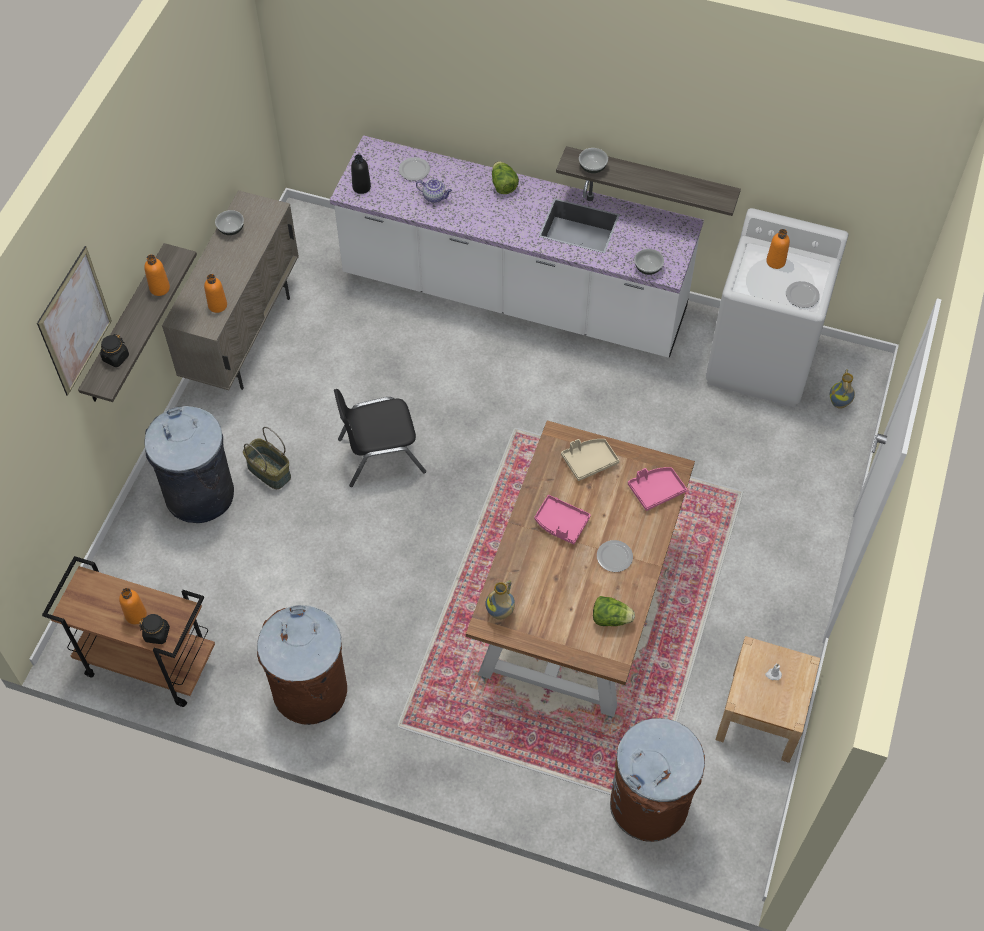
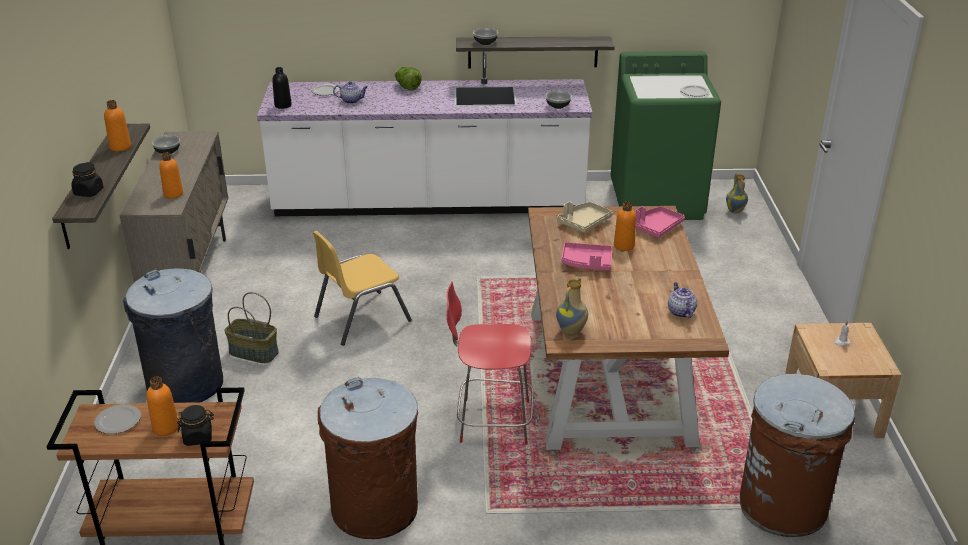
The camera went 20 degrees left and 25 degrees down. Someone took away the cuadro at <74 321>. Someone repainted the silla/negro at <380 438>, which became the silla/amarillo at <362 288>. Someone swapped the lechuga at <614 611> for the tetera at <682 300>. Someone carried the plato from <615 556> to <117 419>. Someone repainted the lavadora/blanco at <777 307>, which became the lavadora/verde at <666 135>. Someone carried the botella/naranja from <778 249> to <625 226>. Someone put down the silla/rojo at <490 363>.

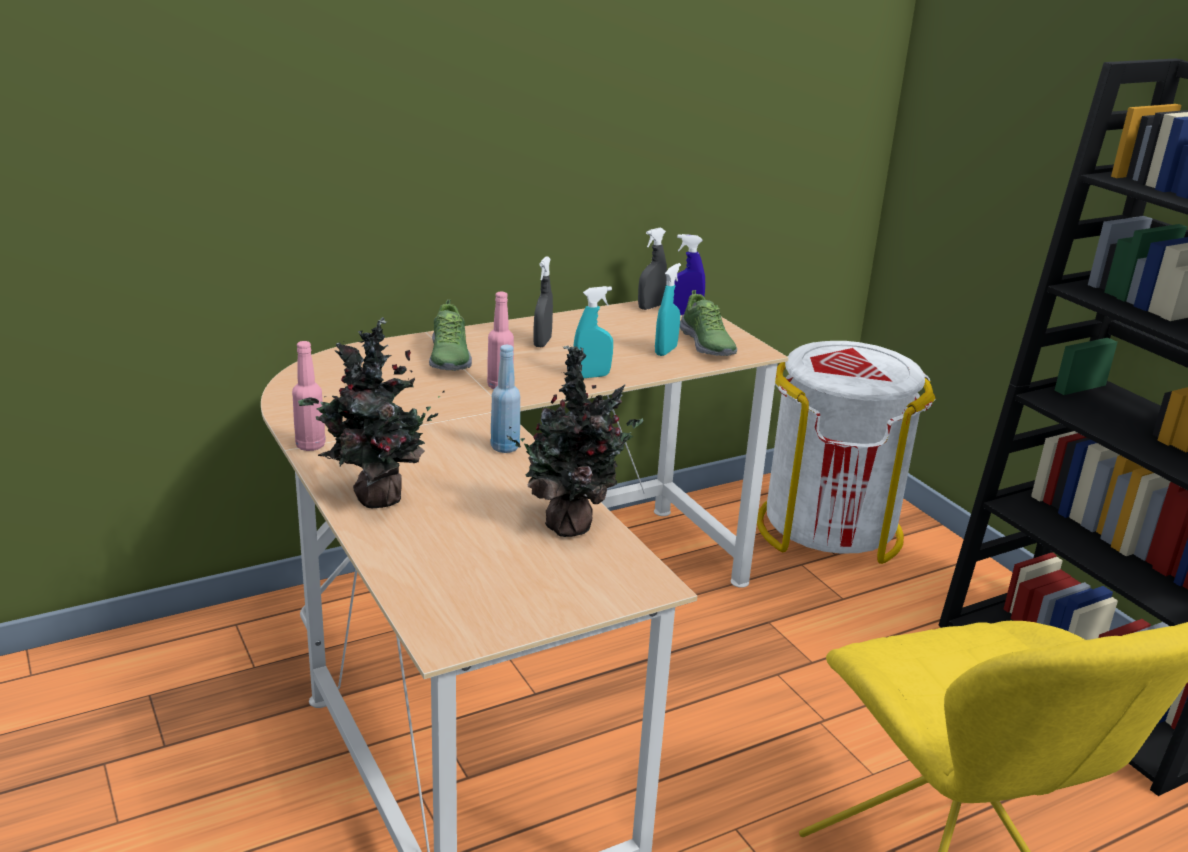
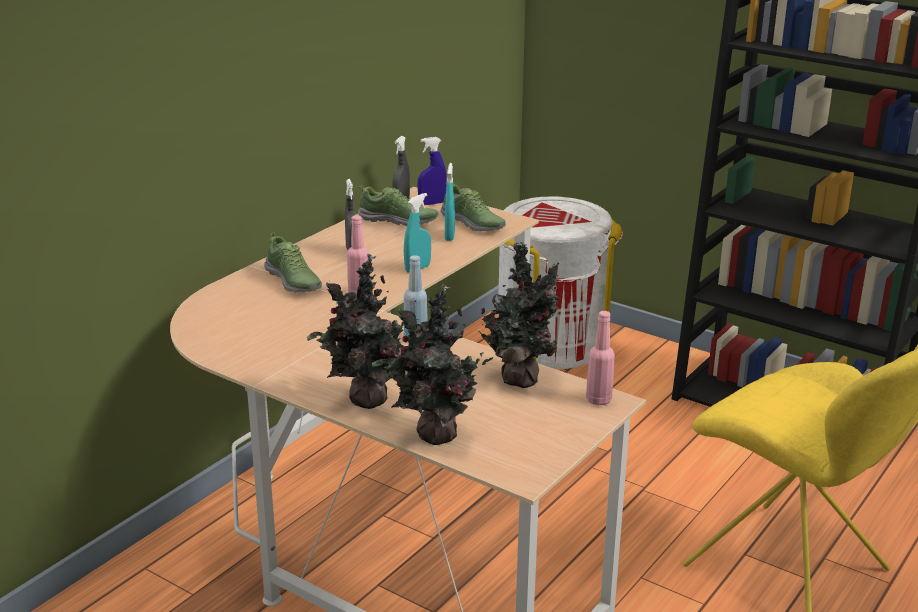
The camera went 25 degrees left and 0 degrees up. Someone carried the botella/rosa from <309 396> to <600 358>. Someone put down the zapato at <398 205>. Someone put down the planta en maceta at <433 364>.

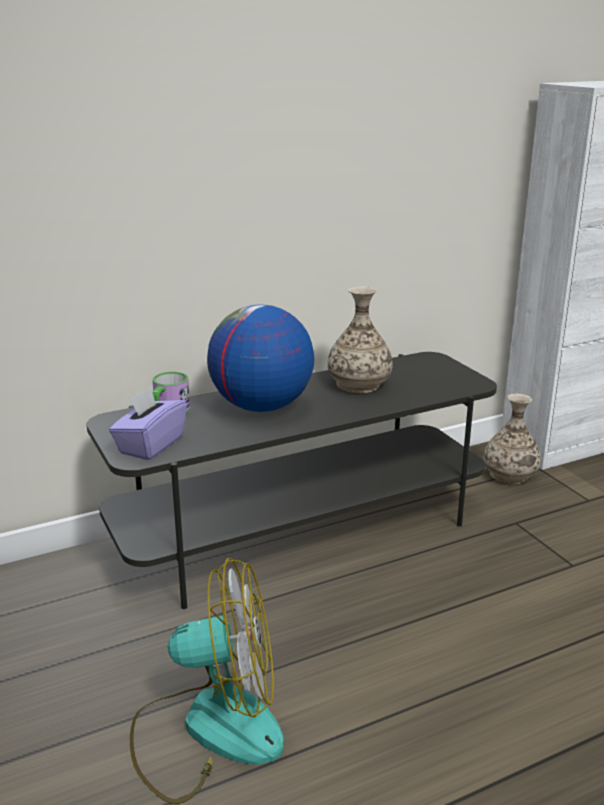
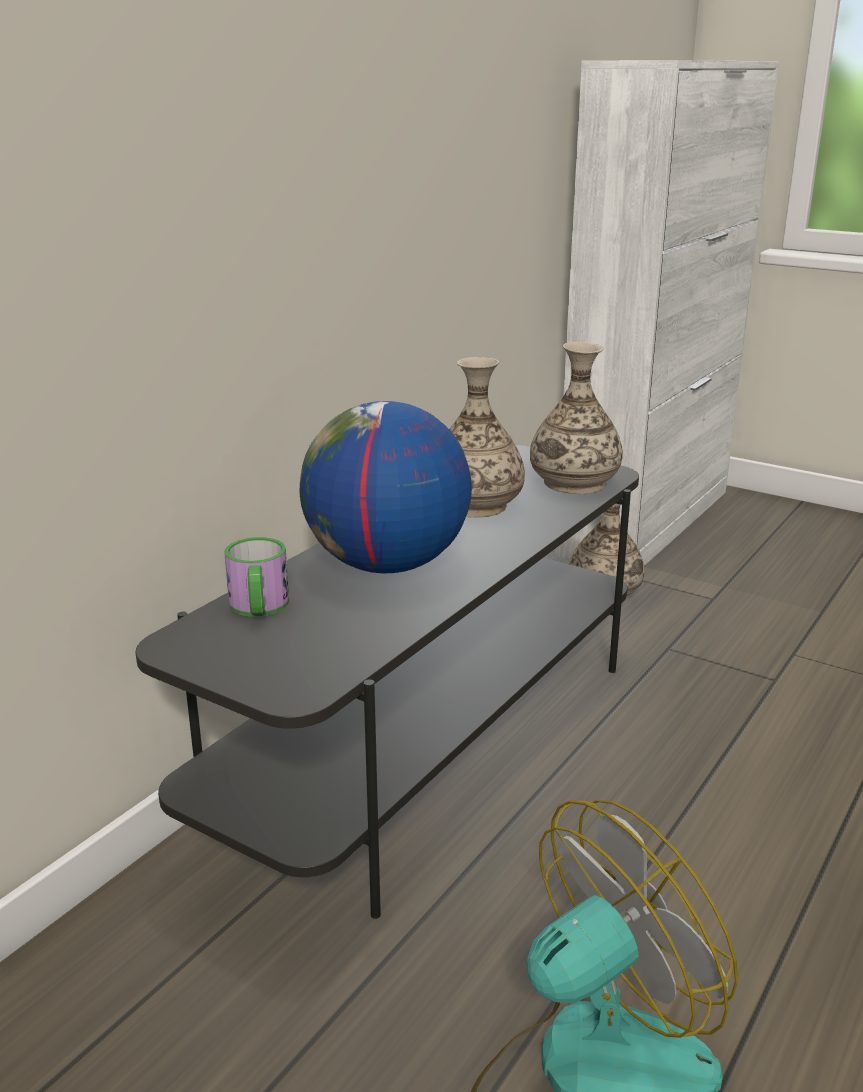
The camera went 30 degrees left and 0 degrees up. Someone took away the caja de pañuelos/morado at <148 423>. Someone put down the florero at <576 418>.

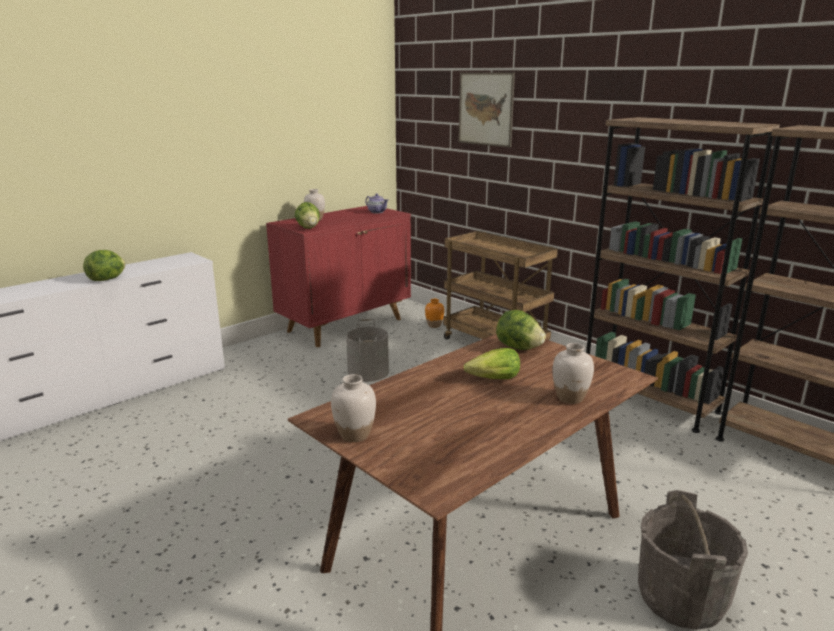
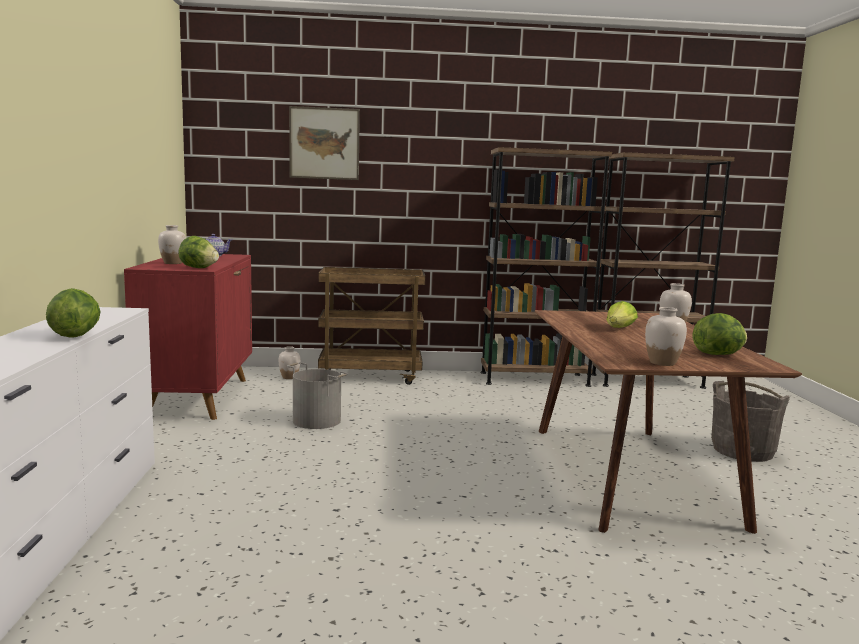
The camera went 50 degrees left and 10 degrees down. Someone repainted the florero/naranja at <434 313>, which became the florero/blanco at <289 362>. Someone carried the lechuga from <521 330> to <719 334>.

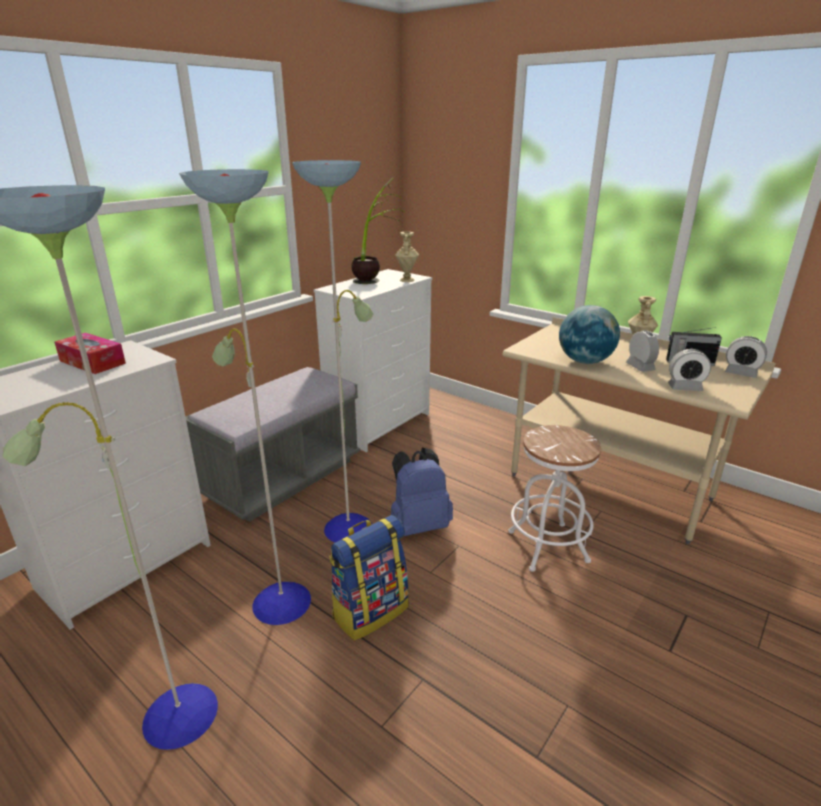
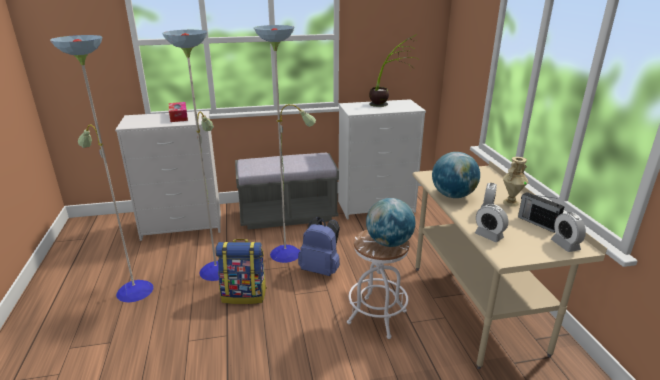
The camera went 40 degrees right and 0 degrees up. Someone took away the florero/beis at <407 257>. Someone put down the globo terráqueo at <391 222>.

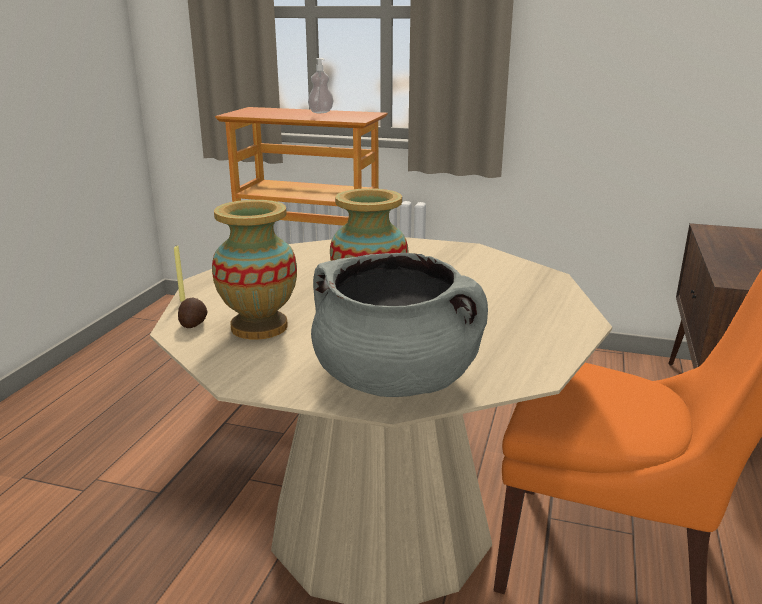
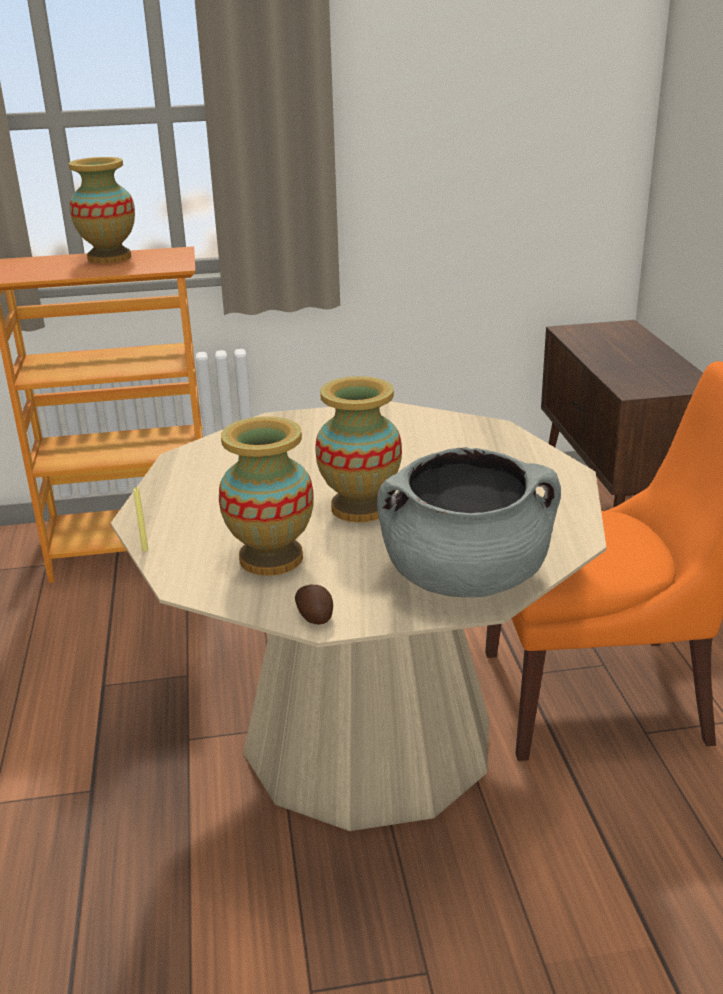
The camera went 25 degrees left and 5 degrees up. Someone carried the patata from <192 312> to <314 605>. Someone swapped the dispensador de jabón at <320 85> for the florero at <101 210>.

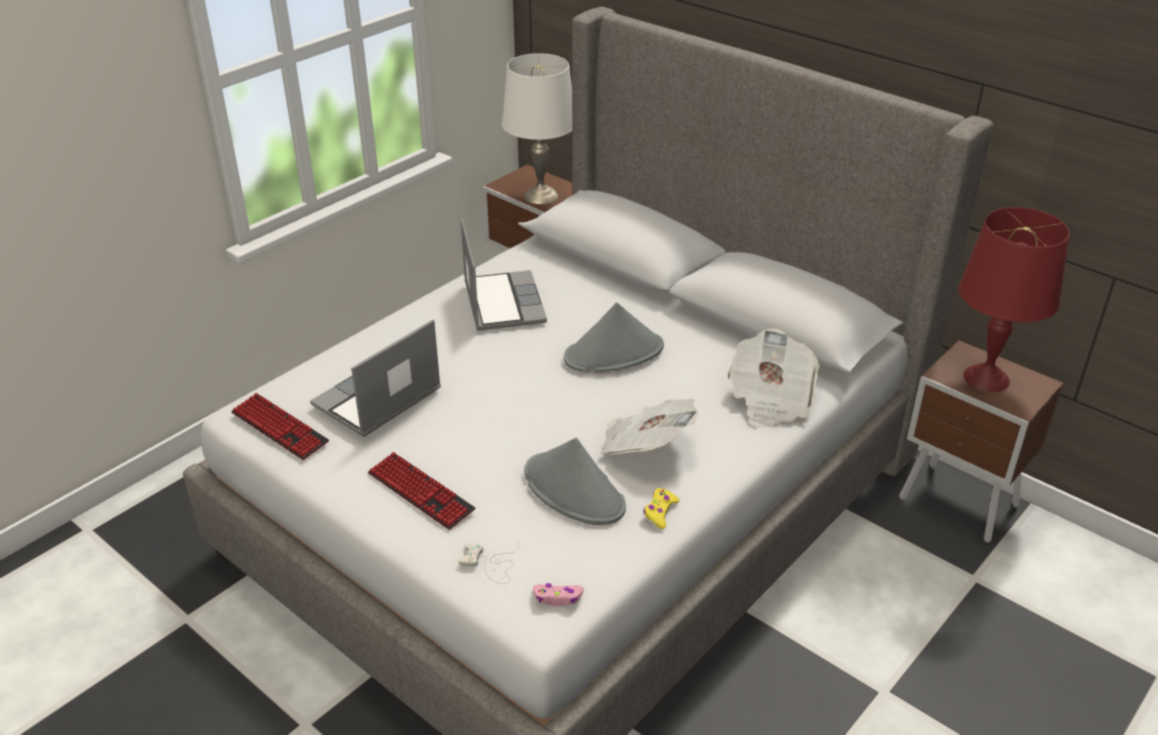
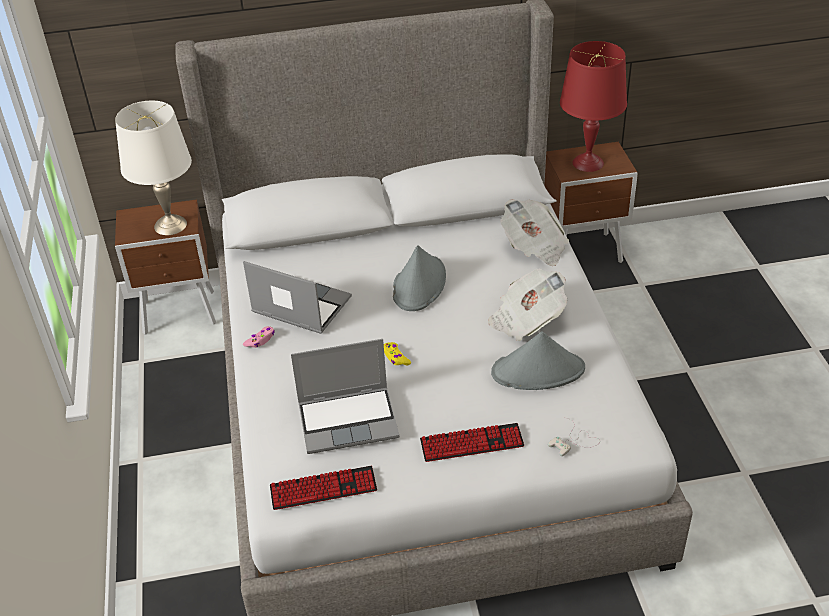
The camera went 50 degrees left and 5 degrees up. Someone rotated the portátil at <375 378> by 90 degrees counterclockwise. Someone carried the mando de consola/rosa from <558 594> to <259 337>. Someone carried the mando de consola/amarillo from <661 508> to <397 353>.

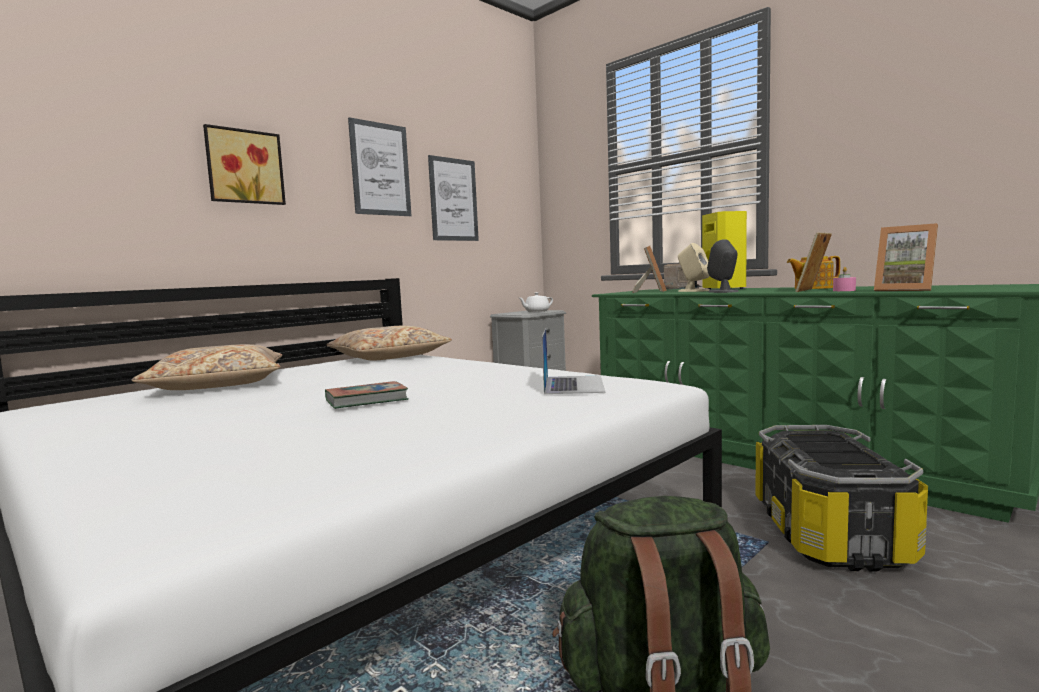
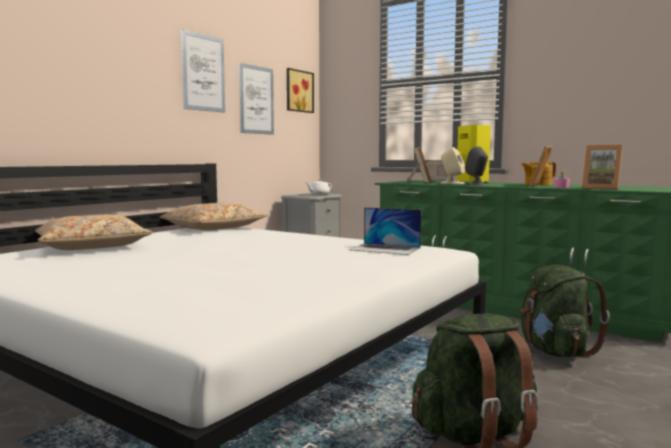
The camera went 10 degrees left and 0 degrees up. Someone carried the cuadro from <244 164> to <300 90>. Someone took away the libro at <366 395>. Someone rotated the portátil at <574 361> by 120 degrees clockwise. Someone swapped the caja de almacenaje at <841 498> for the mochila/verde at <565 311>.

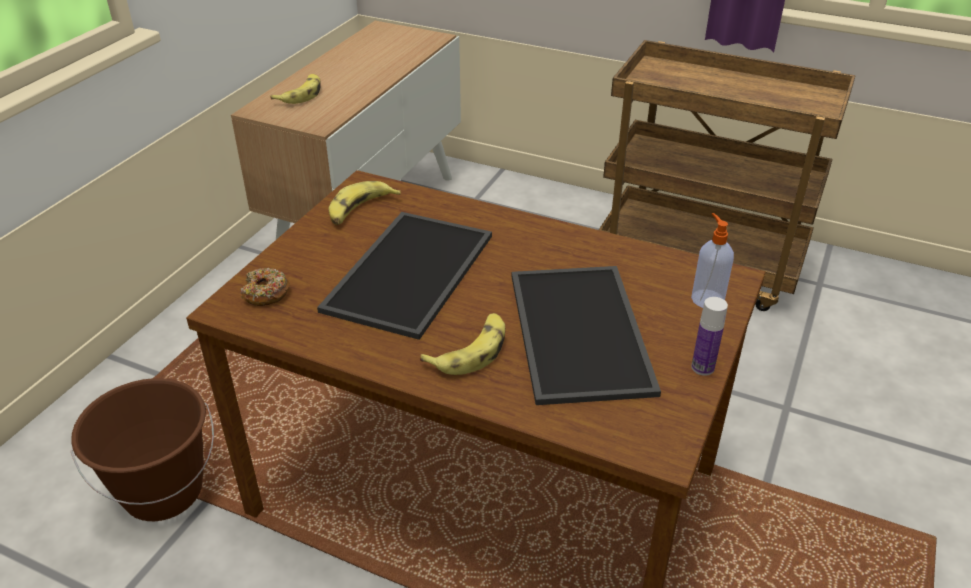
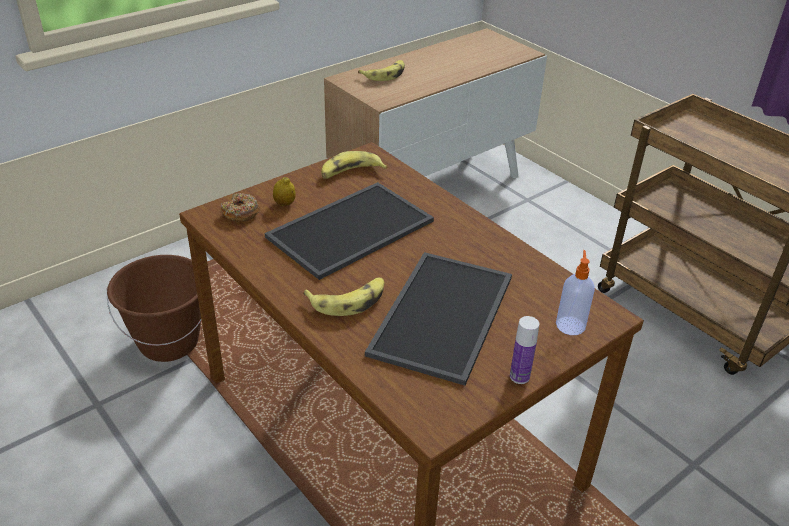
The camera went 25 degrees right and 0 degrees up. Someone put down the limón at <284 191>.

